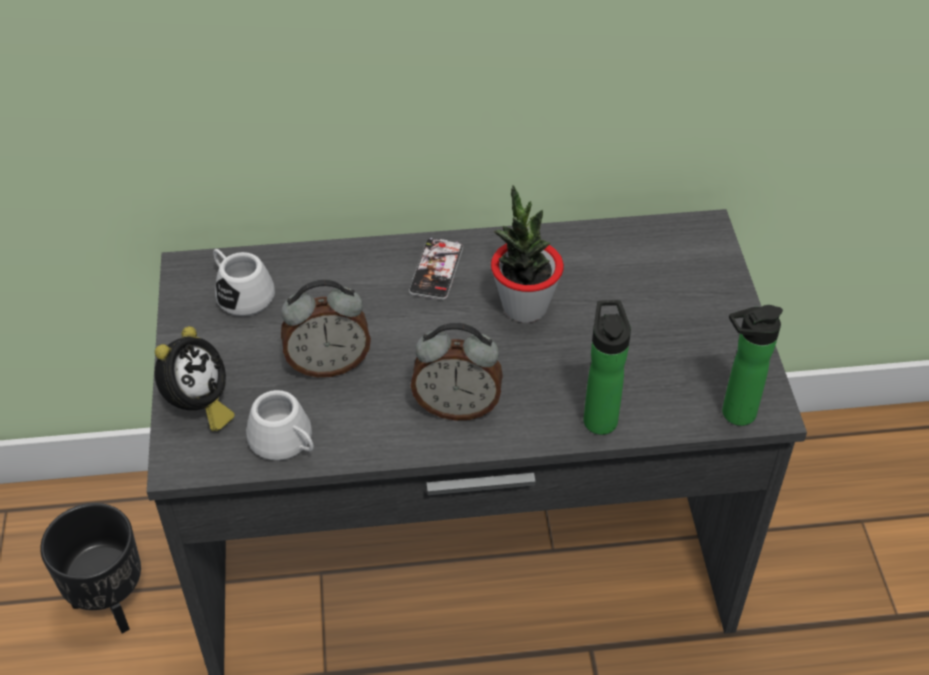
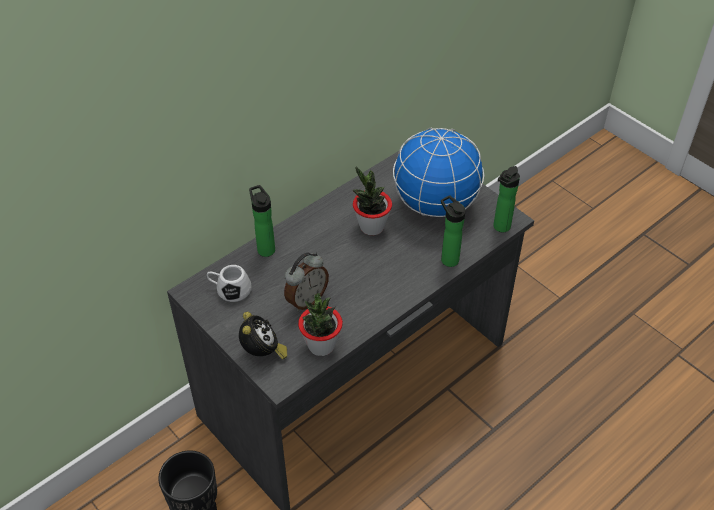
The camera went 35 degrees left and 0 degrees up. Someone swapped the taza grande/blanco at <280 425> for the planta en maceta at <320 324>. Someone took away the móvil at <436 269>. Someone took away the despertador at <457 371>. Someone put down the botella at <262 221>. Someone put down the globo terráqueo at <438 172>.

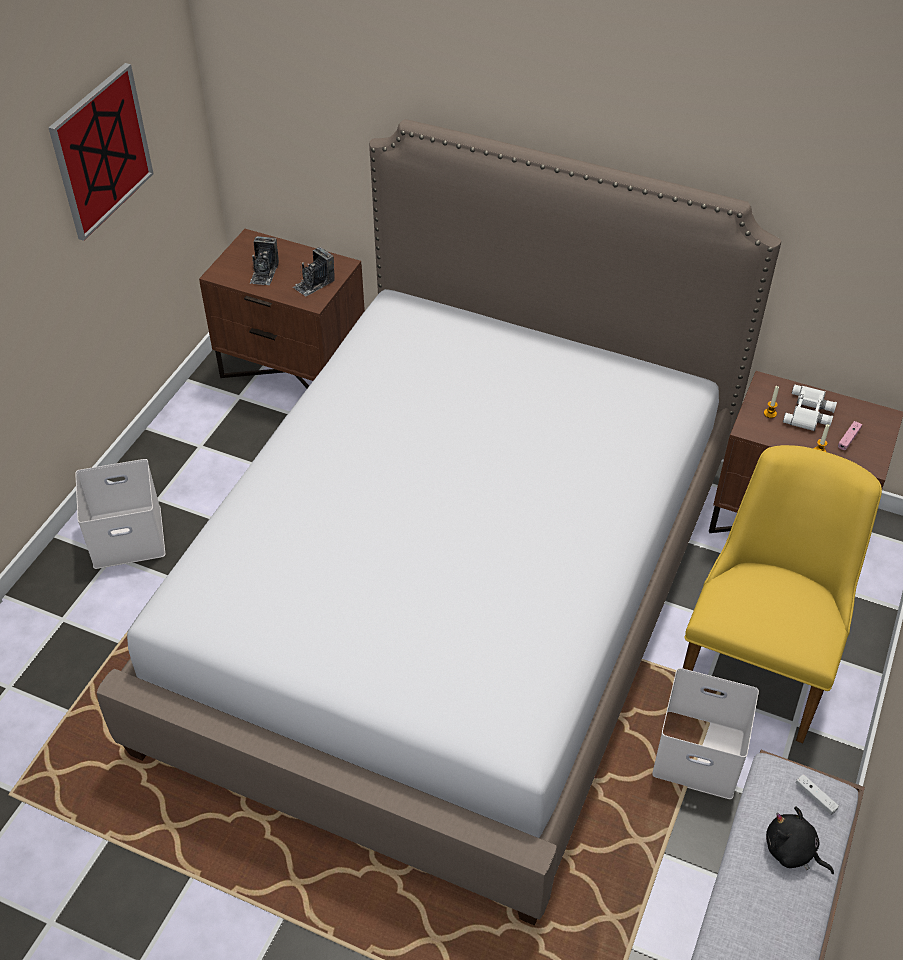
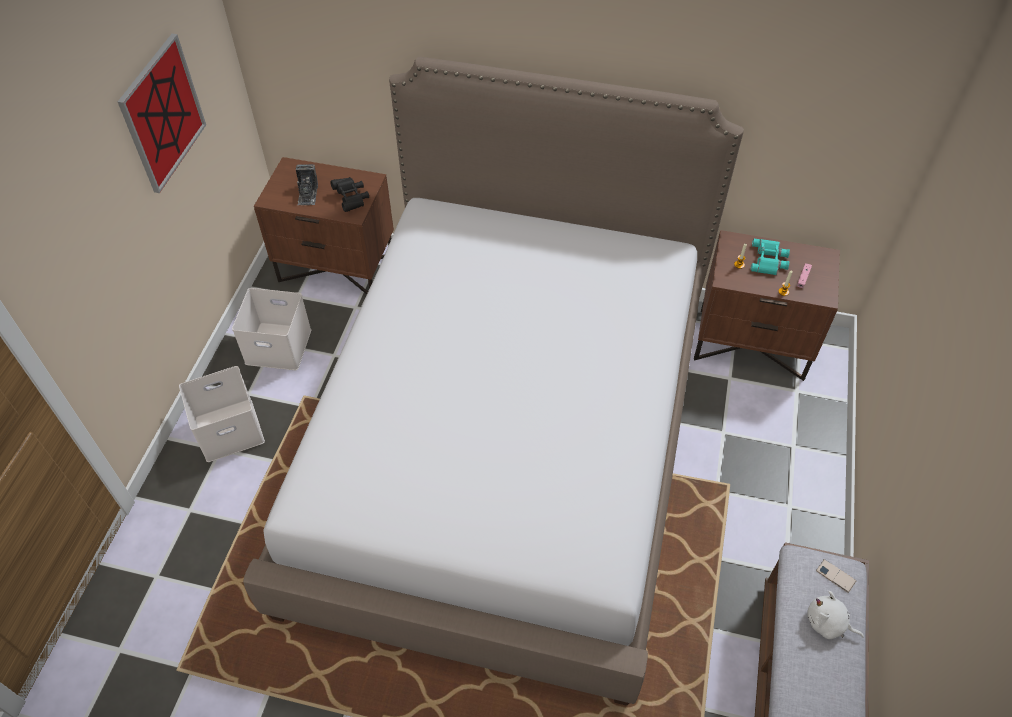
The camera went 10 degrees left and 5 degrees up. Someone swapped the cámara at <313 271> for the prismáticos/negro at <349 194>. Someone carried the caja de almacenaje/blanco from <705 733> to <271 329>. Someone took away the silla/amarillo at <782 594>. Someone repainted the peluche/negro at <800 840>, which became the peluche/blanco at <835 615>. Someone repainted the prismáticos/blanco at <810 407>, which became the prismáticos/turquesa at <770 257>. Someone swapped the mando de consola/blanco at <817 794> for the móvil at <836 576>.

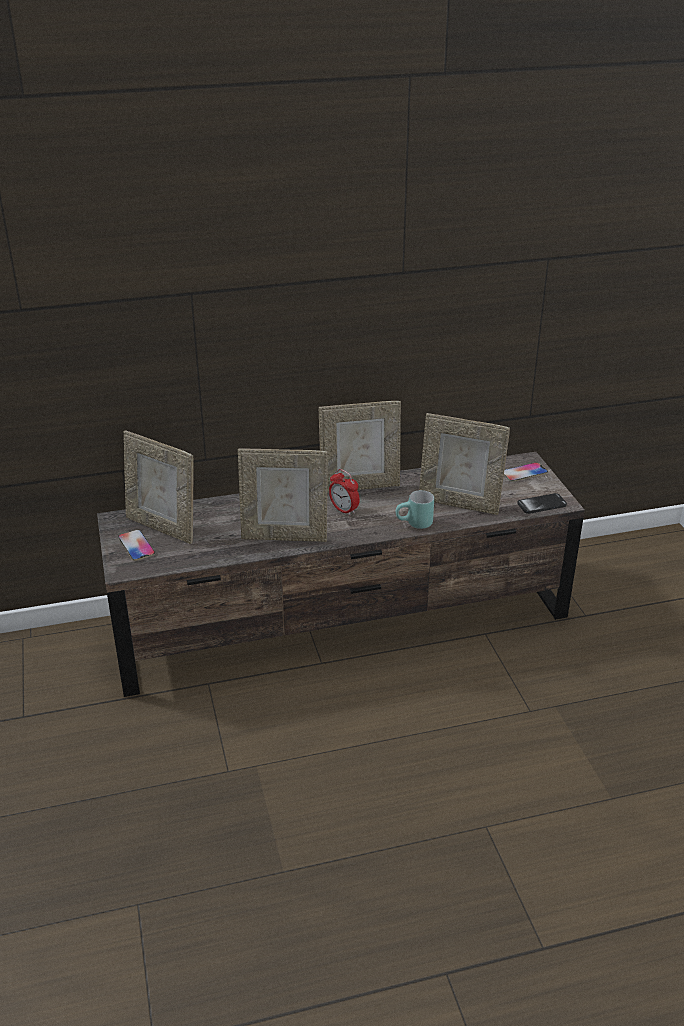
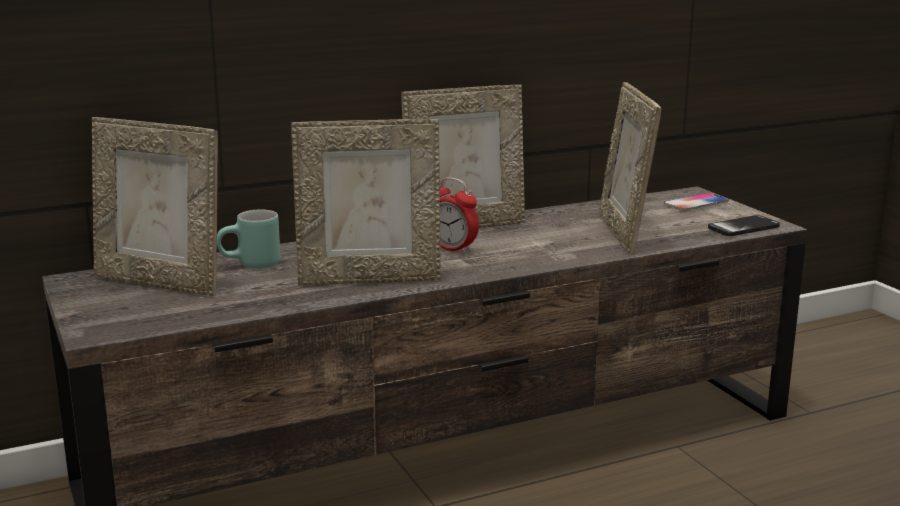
The camera went 10 degrees left and 15 degrees down. Someone took away the móvil at <136 545>. Someone carried the taza grande/turquesa from <415 509> to <248 239>. Someone rotated the portarretratos at <464 464> by 75 degrees clockwise.

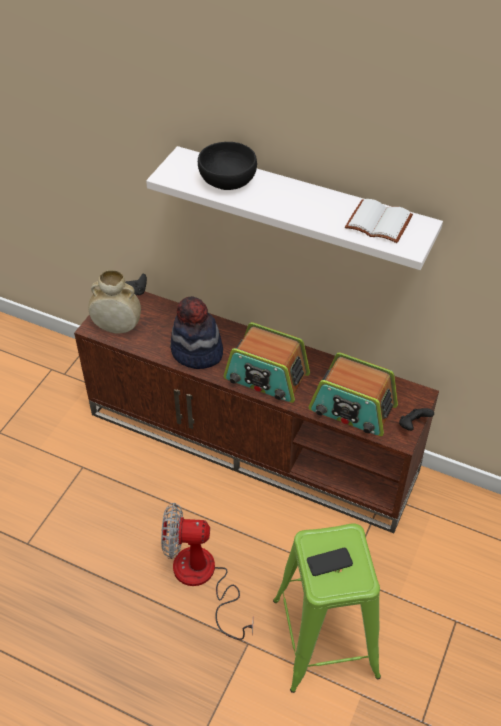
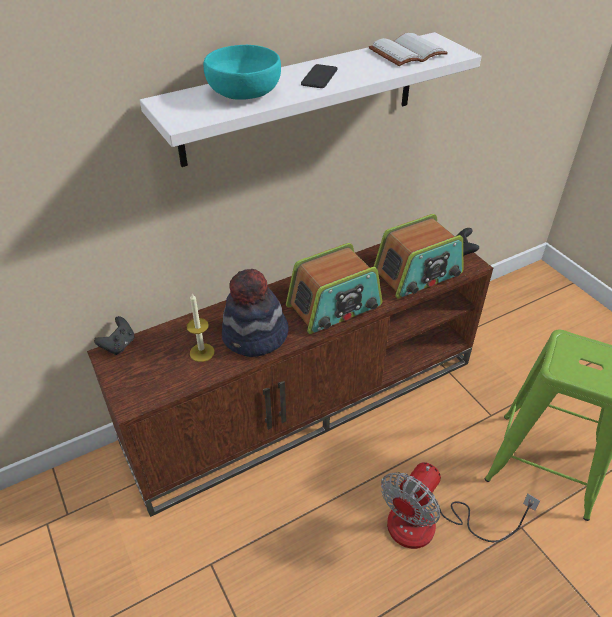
The camera went 55 degrees left and 5 degrees down. Someone took away the florero/beis at <114 301>. Someone repainted the cuenco/negro at <227 166>, which became the cuenco/turquesa at <242 72>. Someone carried the móvil from <330 562> to <319 76>. Someone put down the vela at <201 327>.

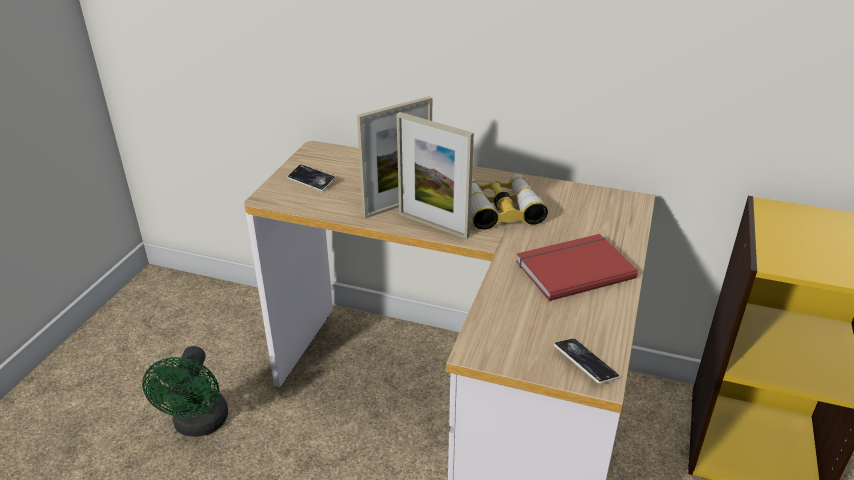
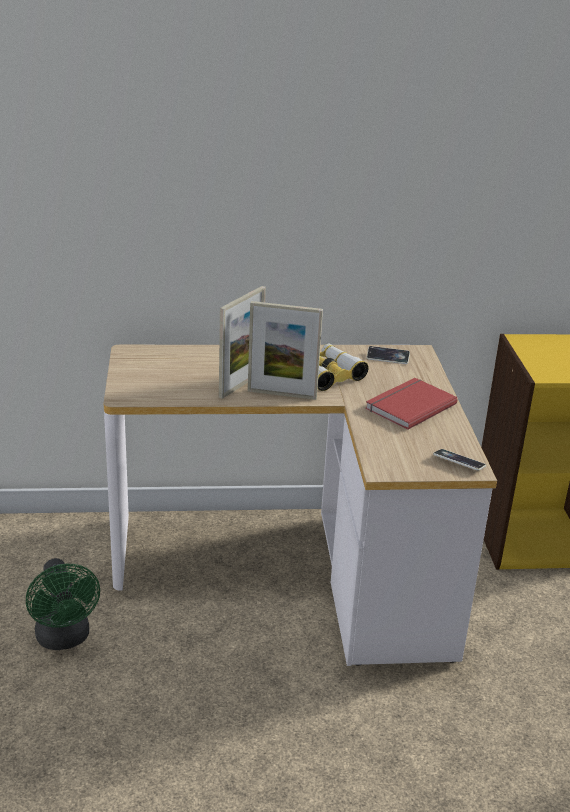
The camera went 25 degrees left and 5 degrees down. Someone carried the móvil from <312 177> to <388 355>.

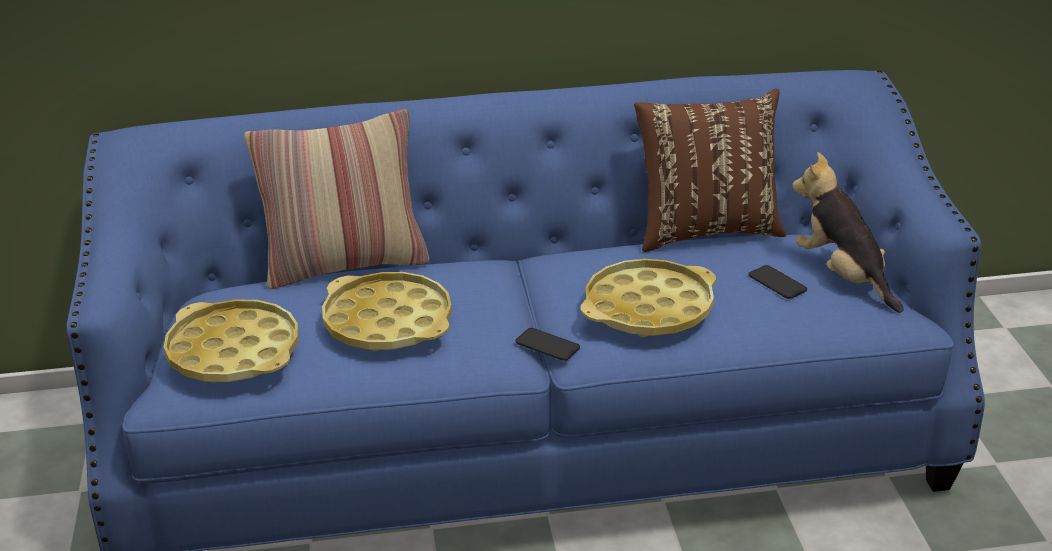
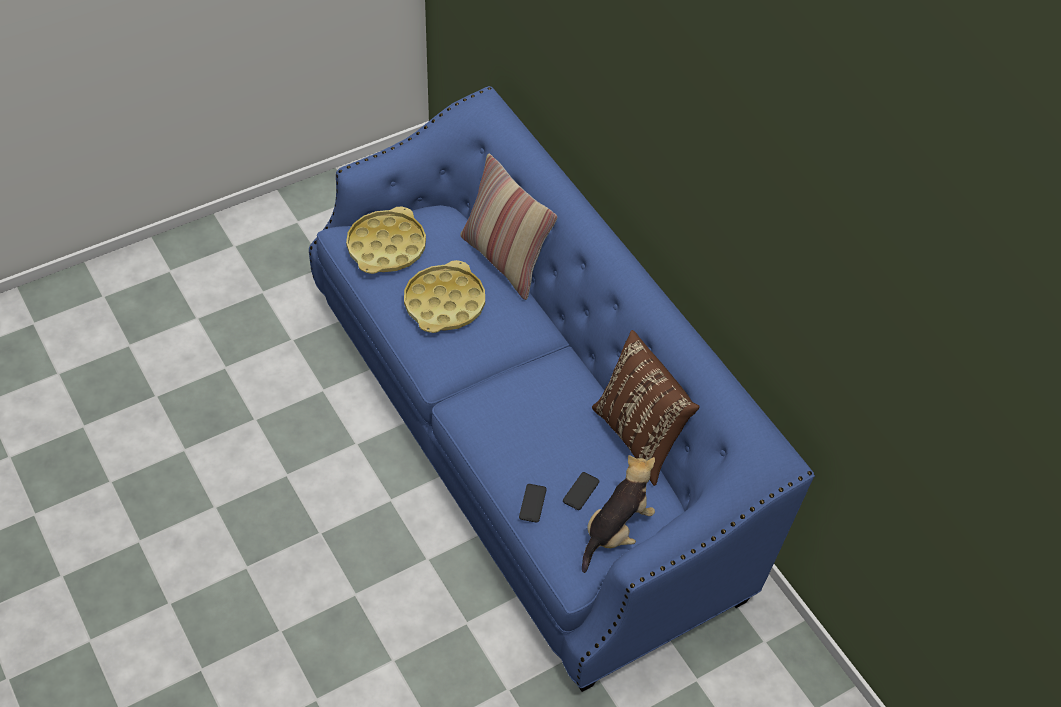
The camera went 65 degrees right and 20 degrees up. Someone carried the móvil from <547 344> to <533 503>. Someone took away the bandeja/amarillo at <648 298>.

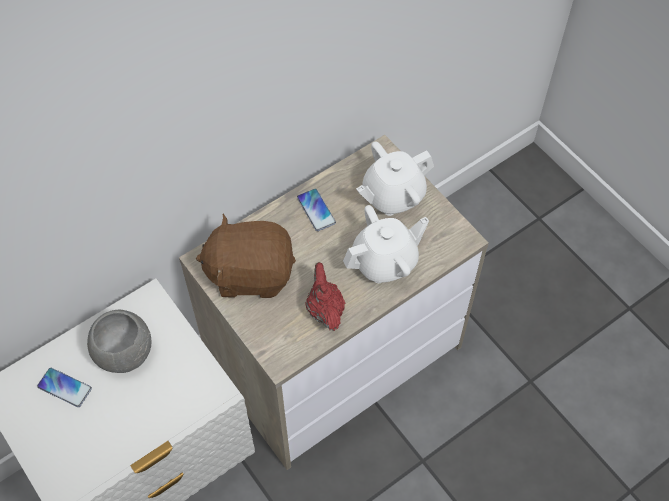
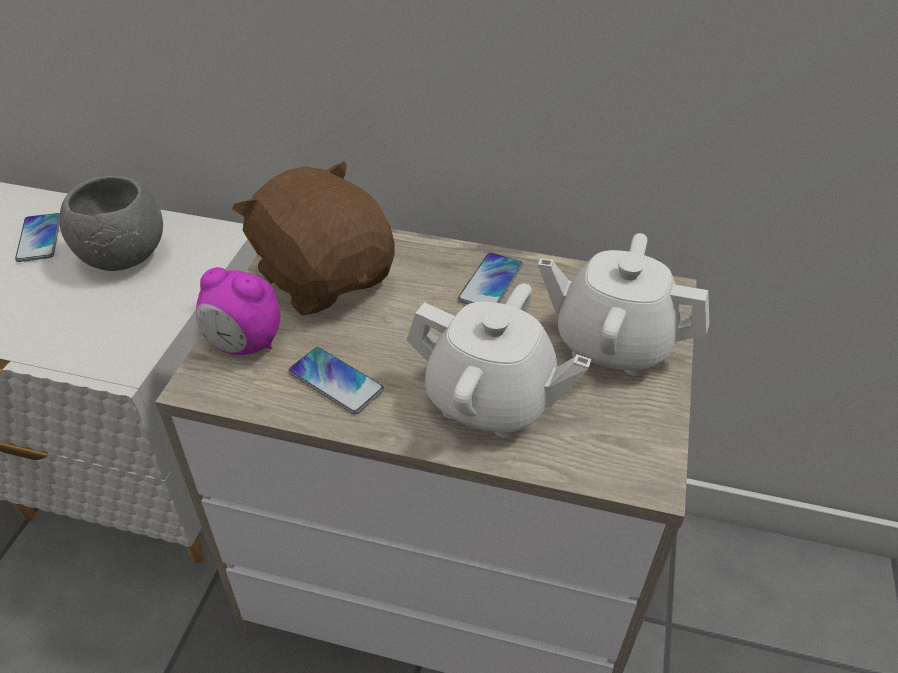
The camera went 50 degrees right and 15 degrees down. Someone swapped the tetera/rojo at <325 296> for the móvil at <336 380>. Someone put down the despertador at <238 311>.

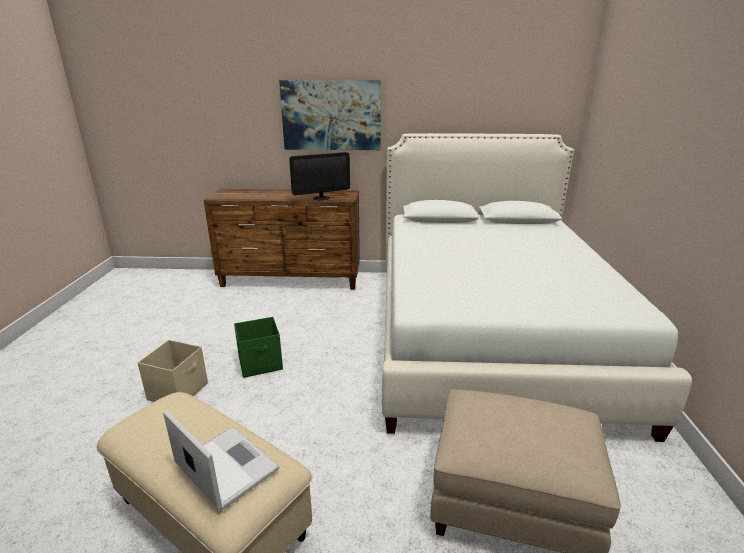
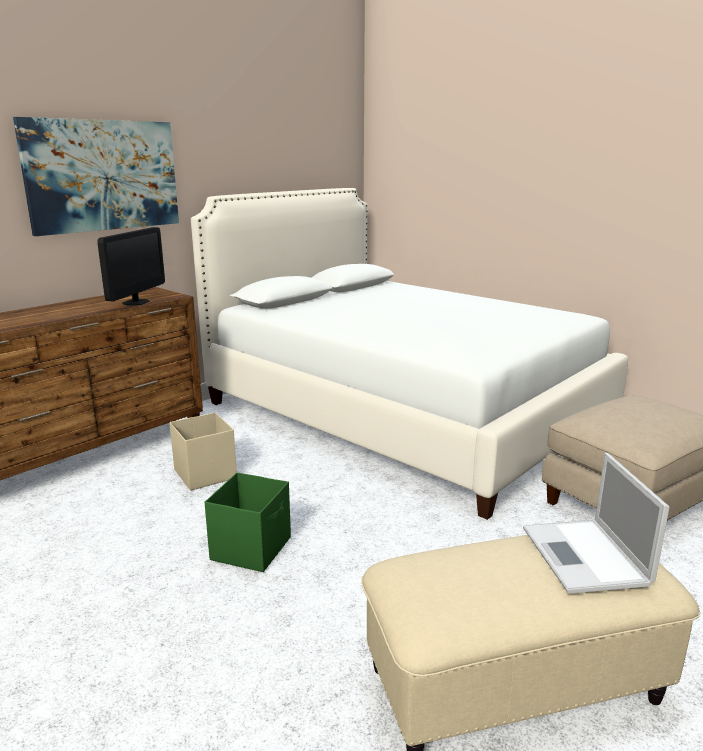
The camera went 50 degrees left and 5 degrees down. Someone carried the caja de almacenaje/beis from <173 371> to <203 451>. Someone rotated the portátil at <221 460> by 90 degrees counterclockwise.

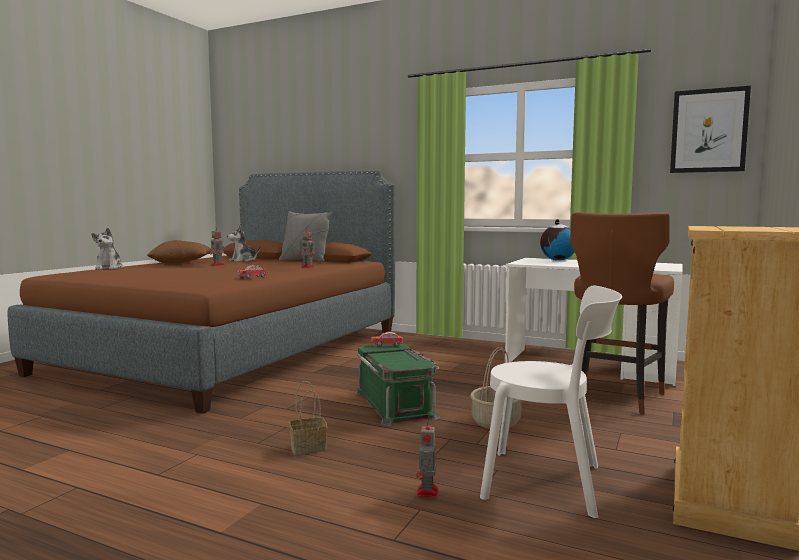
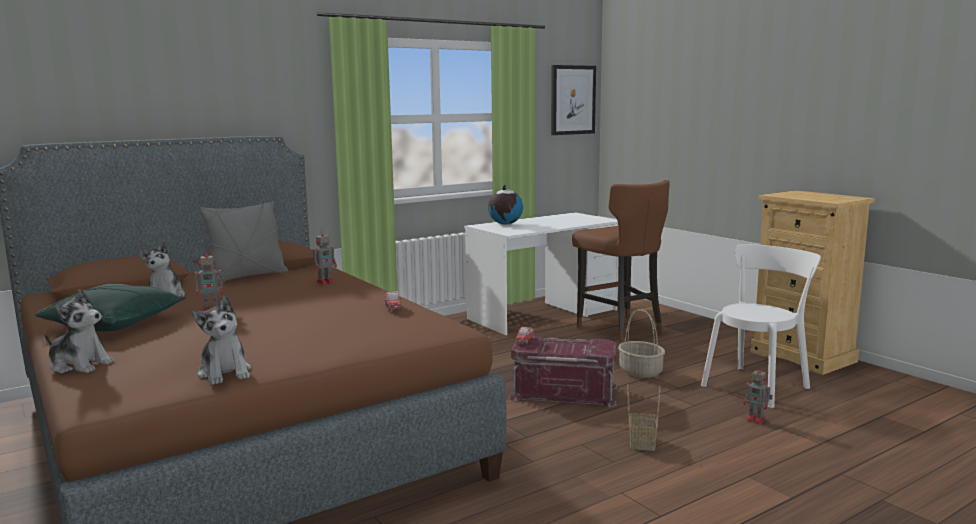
The camera went 60 degrees left and 5 degrees up. Someone repainted the cojín/marrón at <179 252>, which became the cojín/verde at <110 307>. Someone repainted the caja de almacenaje/verde at <397 385>, which became the caja de almacenaje/rojo at <563 371>. Someone put down the peluche at <221 340>.

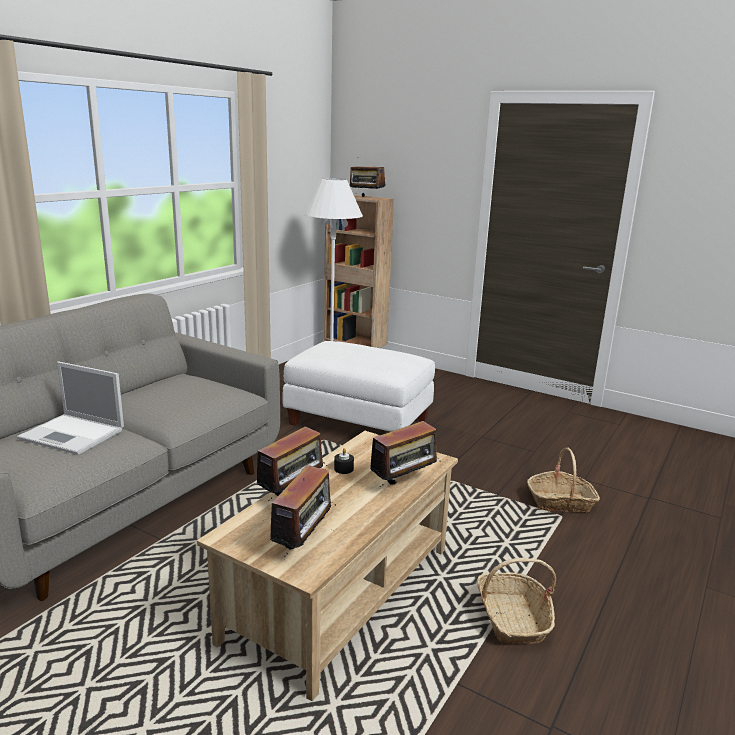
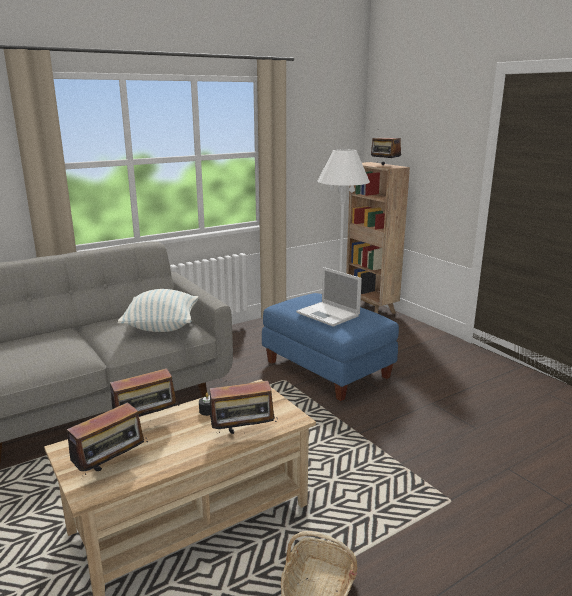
The camera went 25 degrees right and 0 degrees up. Someone carried the portátil from <70 408> to <329 297>. Someone repainted the puf/blanco at <359 386>, which became the puf/azul at <330 347>. Someone took away the cesta at <563 479>. Someone put down the cojín at <158 310>.

